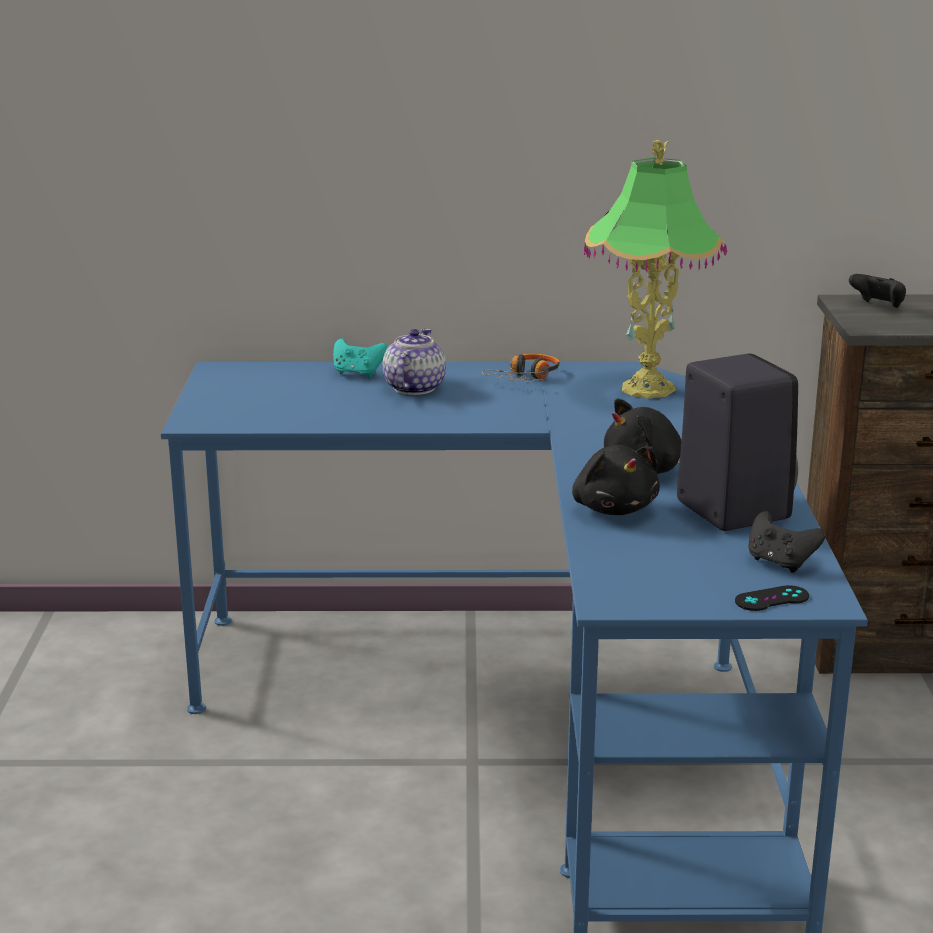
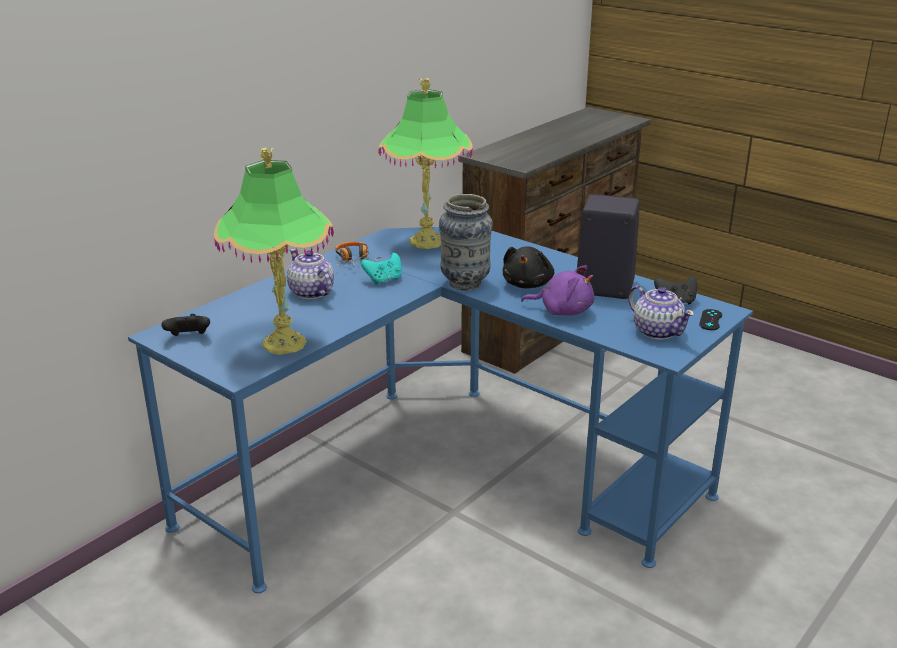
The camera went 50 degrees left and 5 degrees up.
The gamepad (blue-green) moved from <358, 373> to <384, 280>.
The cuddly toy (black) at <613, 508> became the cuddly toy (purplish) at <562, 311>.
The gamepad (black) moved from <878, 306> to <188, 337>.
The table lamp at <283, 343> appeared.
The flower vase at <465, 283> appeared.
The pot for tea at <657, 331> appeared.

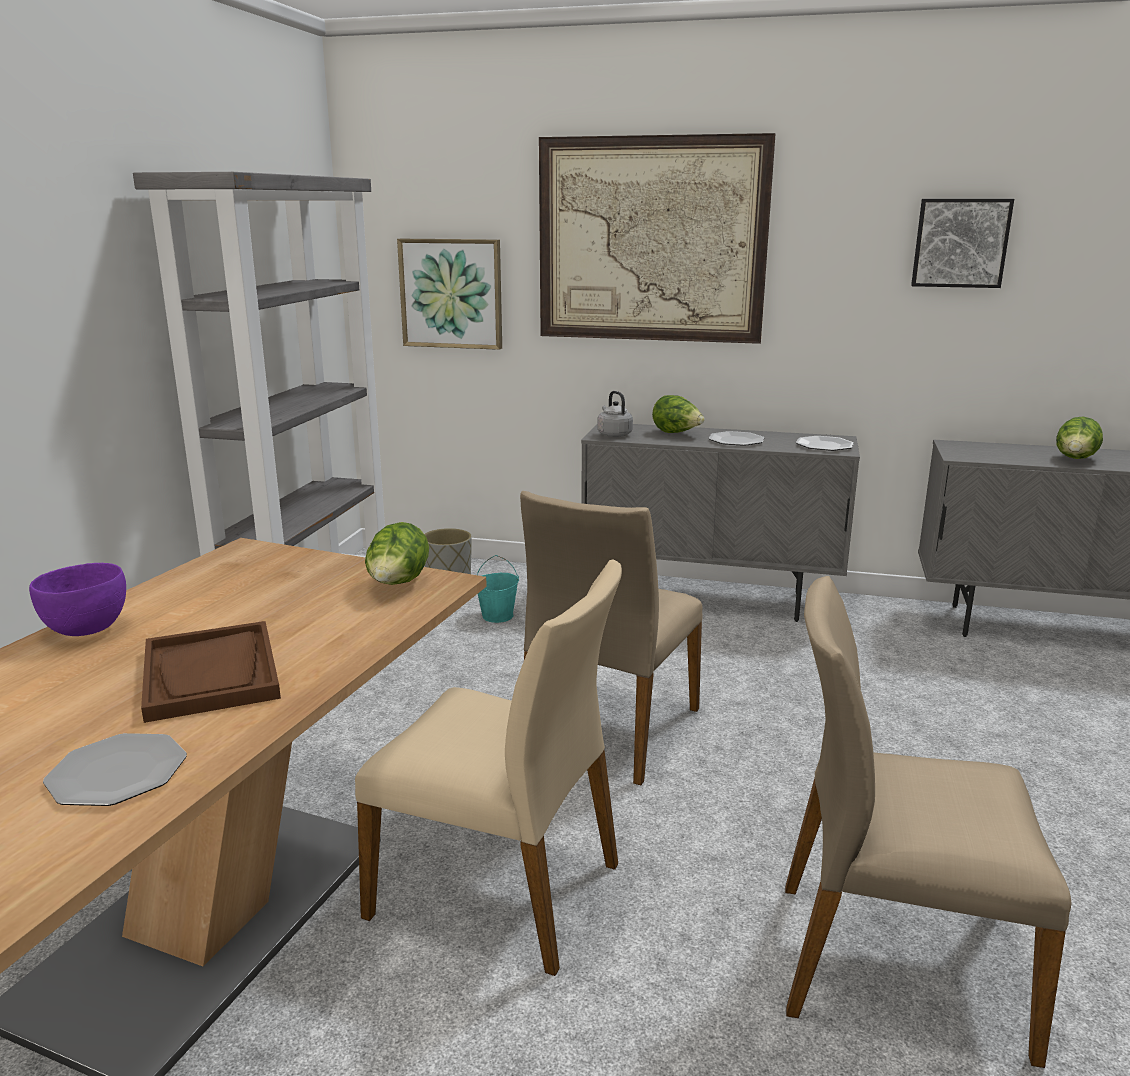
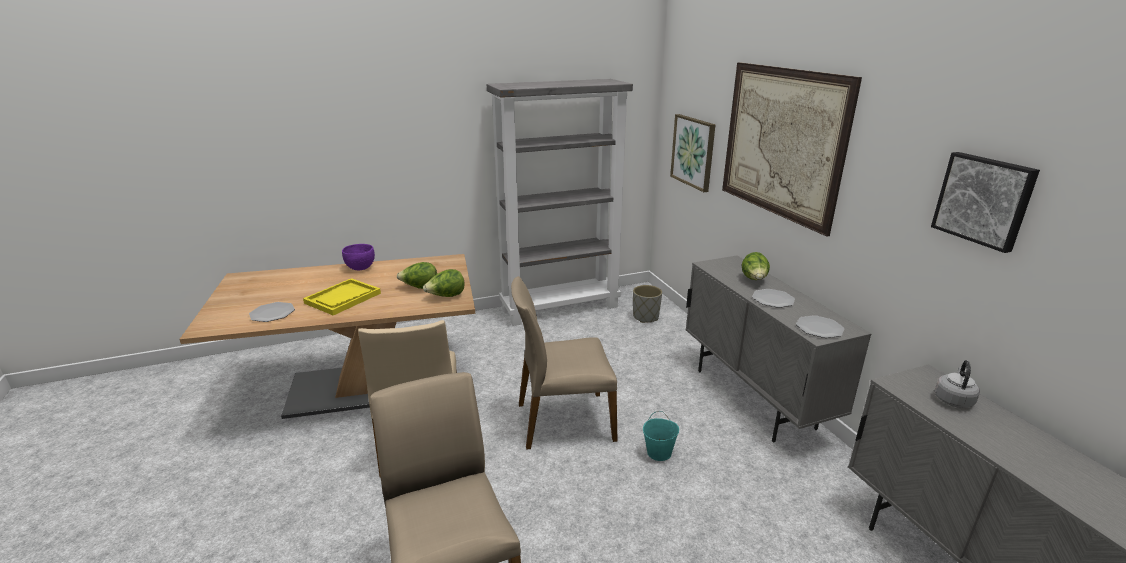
The camera went 55 degrees right and 5 degrees up.
The serving tray (brownish) at <211, 674> became the serving tray (yellow) at <343, 298>.
The bucket (blue-green) moved from <497, 616> to <659, 452>.
The kettle (grey) moved from <613, 434> to <953, 399>.
The lettuce moved from <1075, 460> to <420, 287>.

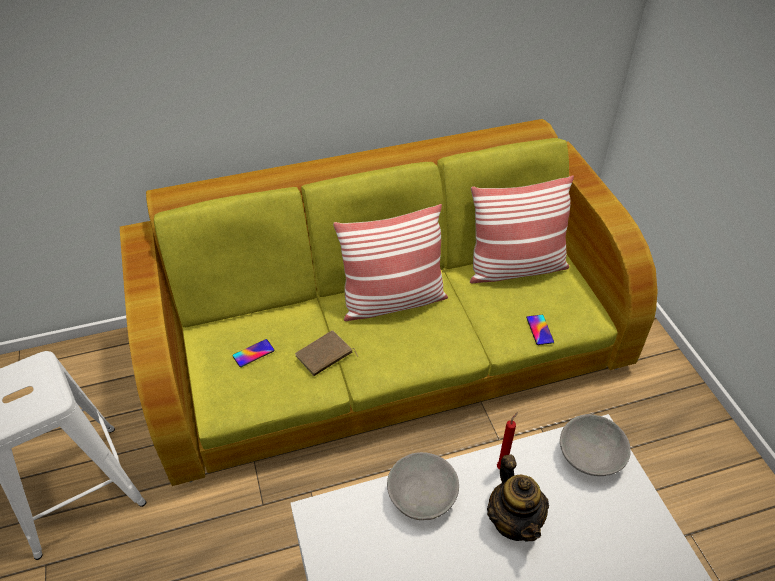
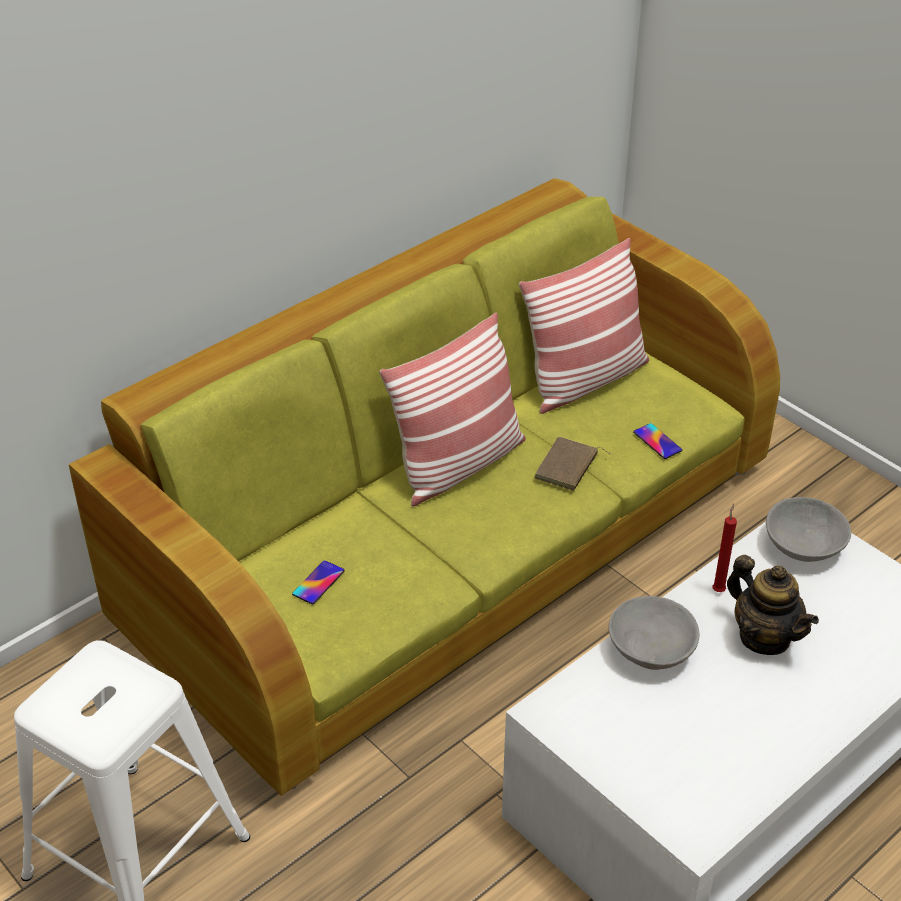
The camera went 25 degrees left and 5 degrees down.
The book (brownish) moved from <325, 356> to <568, 467>.

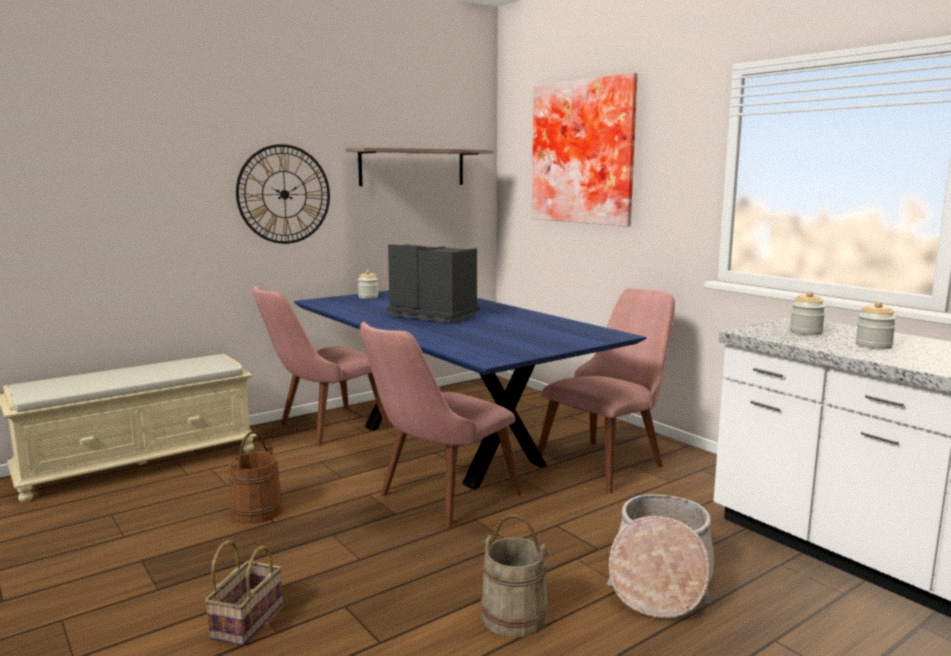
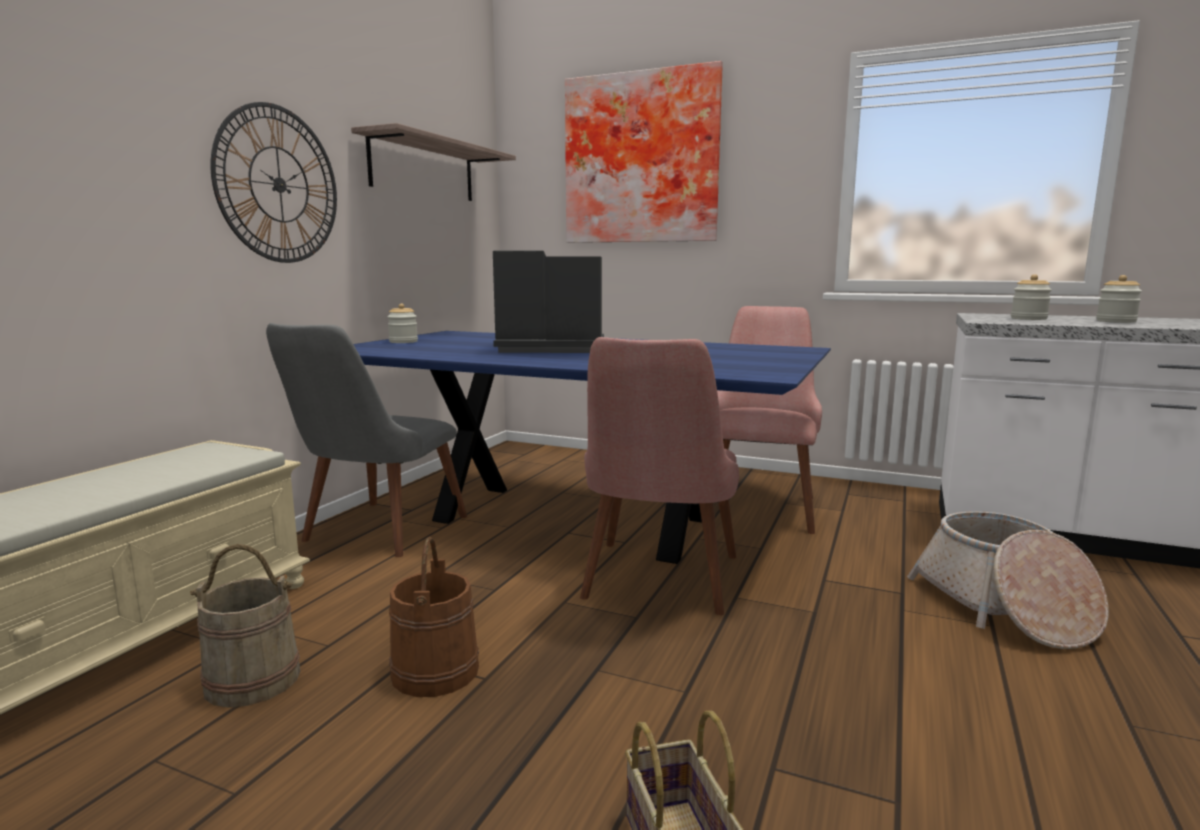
The camera went 30 degrees left and 0 degrees up.
The upright chair (pink) at <321, 429> became the upright chair (grey) at <374, 535>.
The bucket (sand-coloured) moved from <514, 616> to <252, 680>.

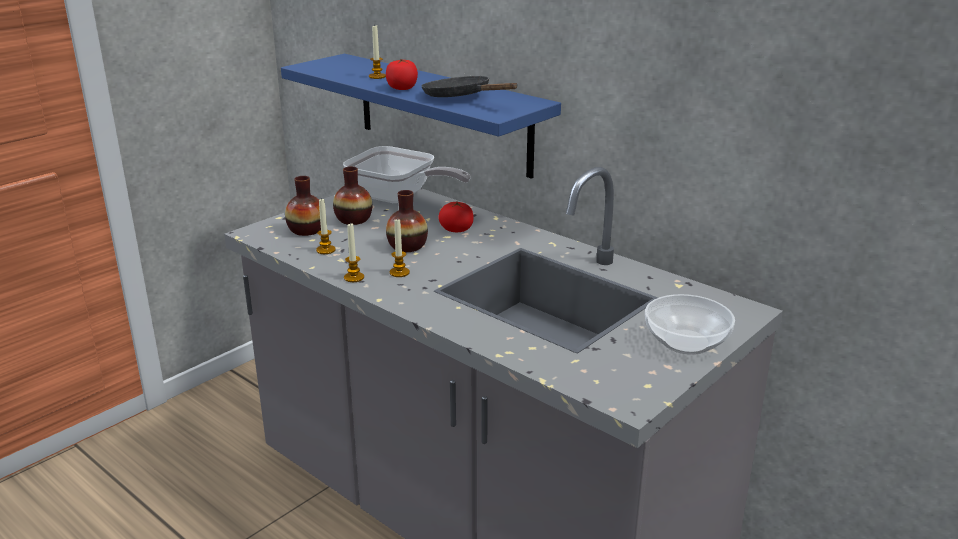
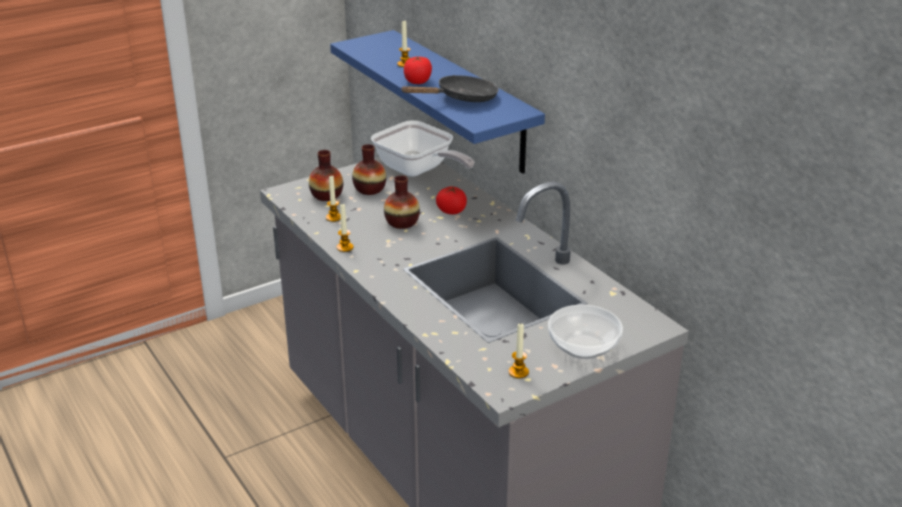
The camera went 15 degrees right and 5 degrees up.
The wax light moved from <399, 272> to <518, 372>.
The skillet (black) at <461, 97> turned 90 degrees clockwise.

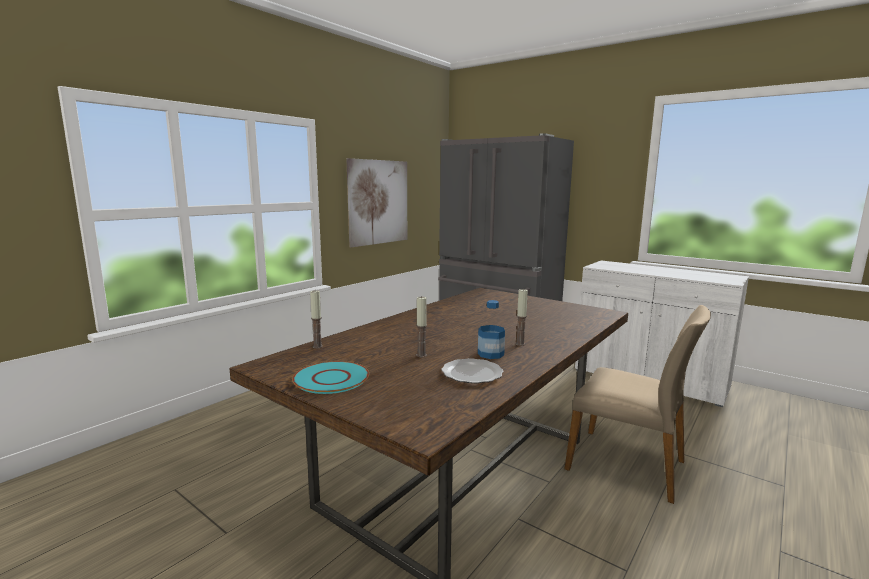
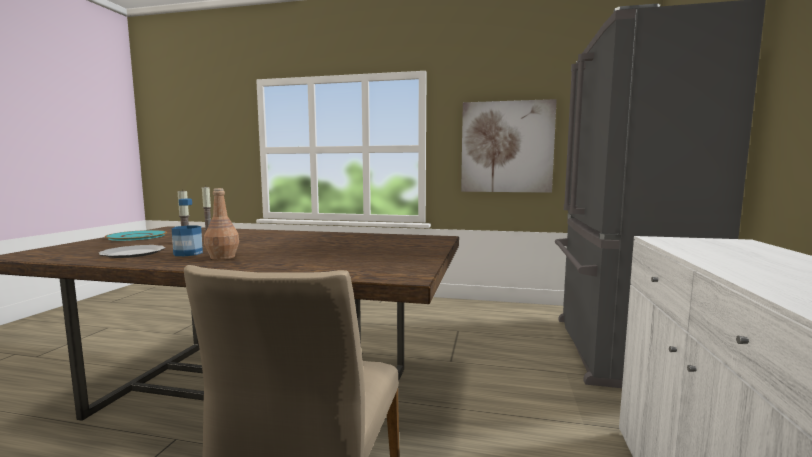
The camera went 65 degrees right and 5 degrees down.
The wax light at <520, 344> was replaced by the bottle (brownish) at <223, 257>.

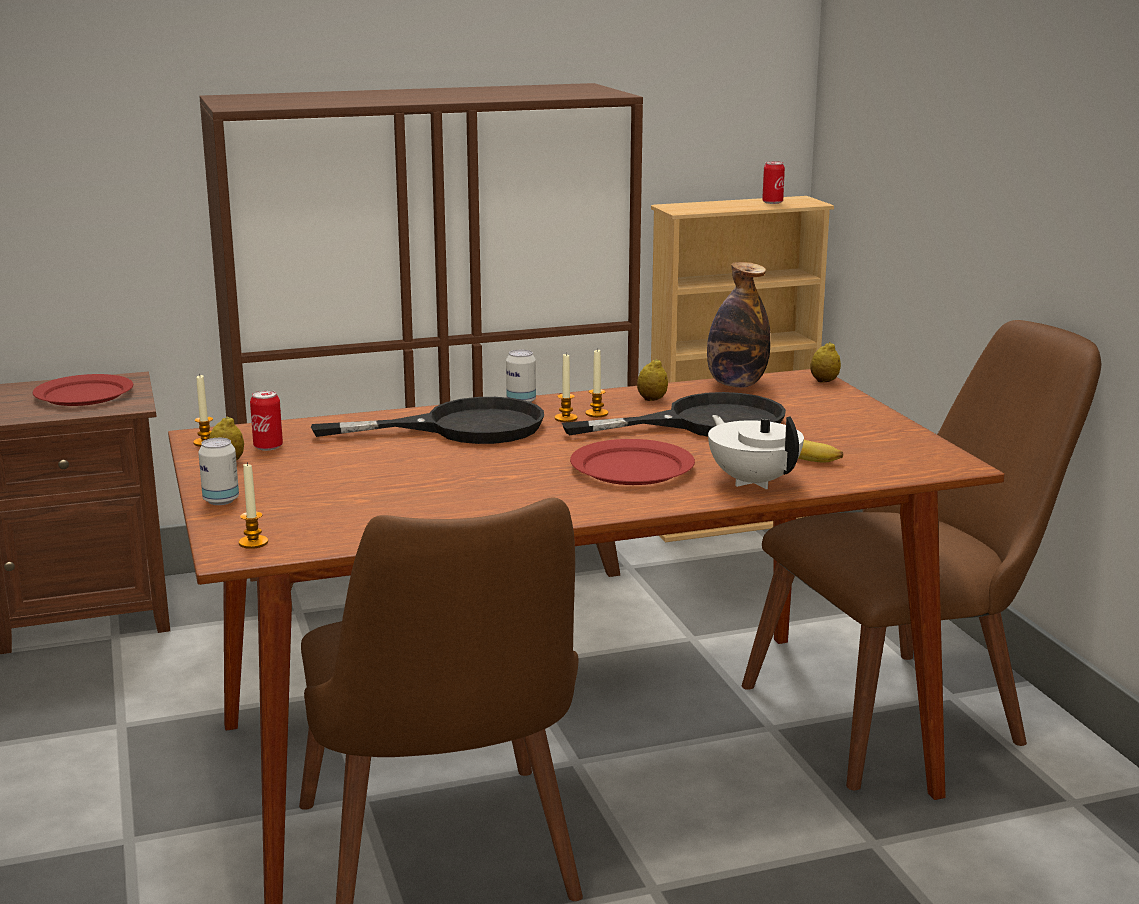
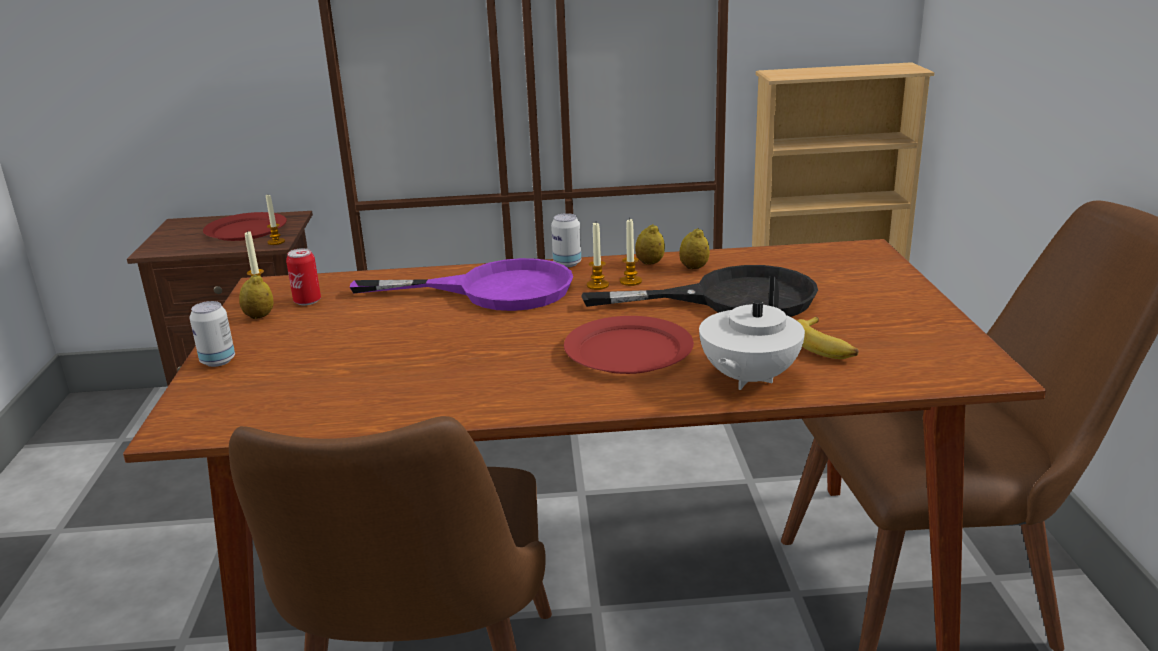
The camera went 15 degrees right and 5 degrees up.
The wax light moved from <253, 543> to <276, 242>.
The skillet (black) at <462, 428> became the skillet (purplish) at <494, 290>.
The bottle at <736, 384> disappeared.
The pot for tea (white-coloured) at <753, 481> turned 135 degrees counterclockwise.
The sealed can at <772, 202> disappeared.
The citrus fruit moved from <824, 381> to <650, 263>.

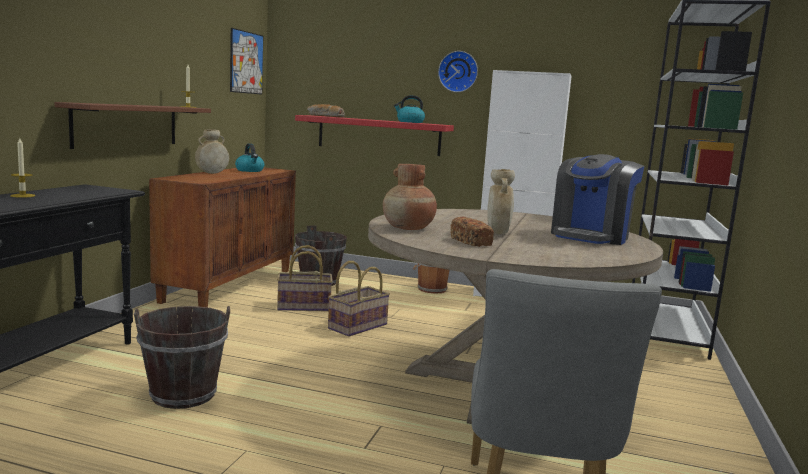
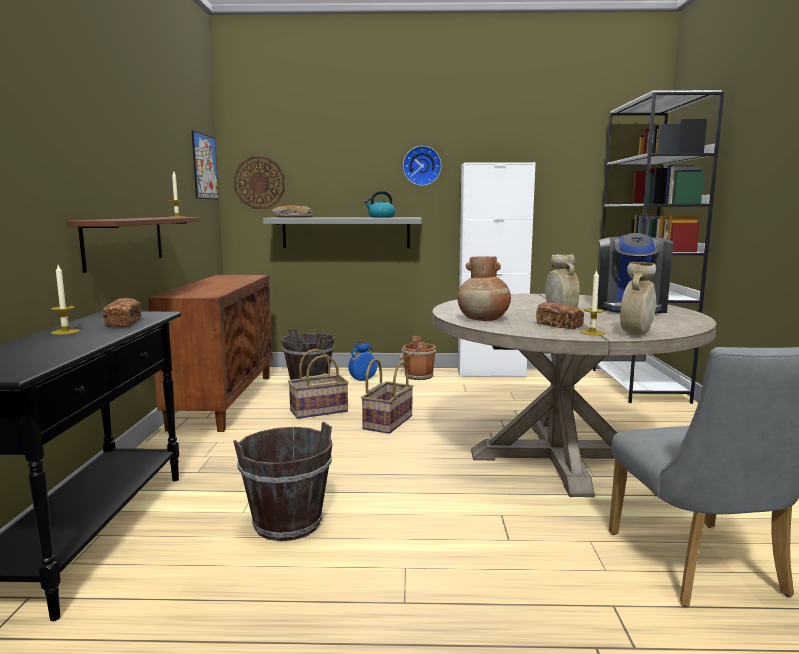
The camera went 15 degrees left and 0 degrees up.
The flower vase (sand-coloured) moved from <212, 173> to <636, 334>.
The kettle at <250, 170> disappeared.
The bracket shelf (red) at <378, 135> became the bracket shelf (grey) at <346, 232>.
The baked bread at <124, 323> appeared.
The clock on the wall at <259, 183> appeared.
The flower vase (blue-coloured) at <362, 380> appeared.
The wax light at <592, 333> appeared.

